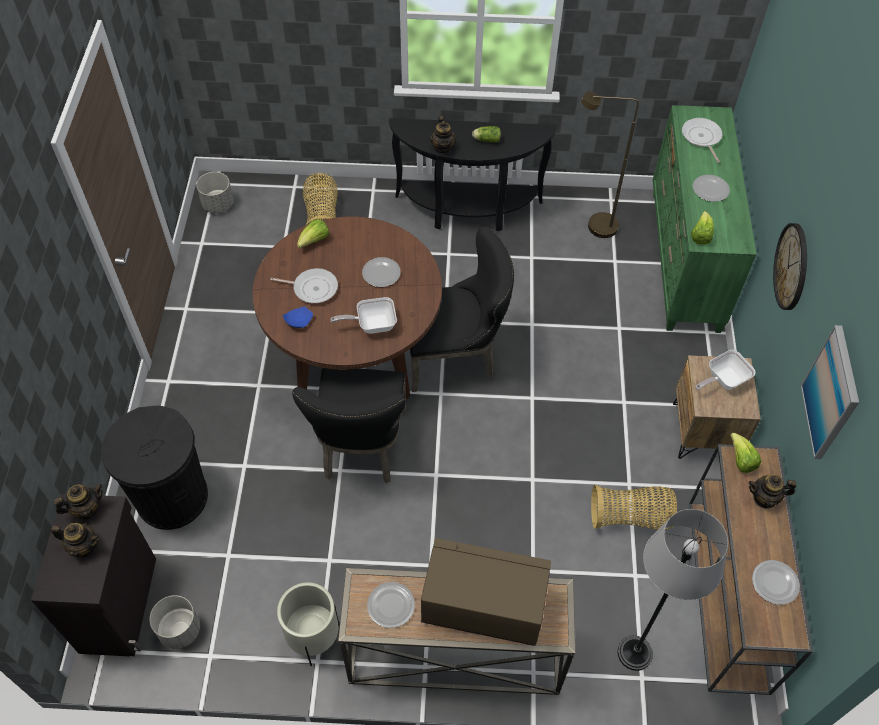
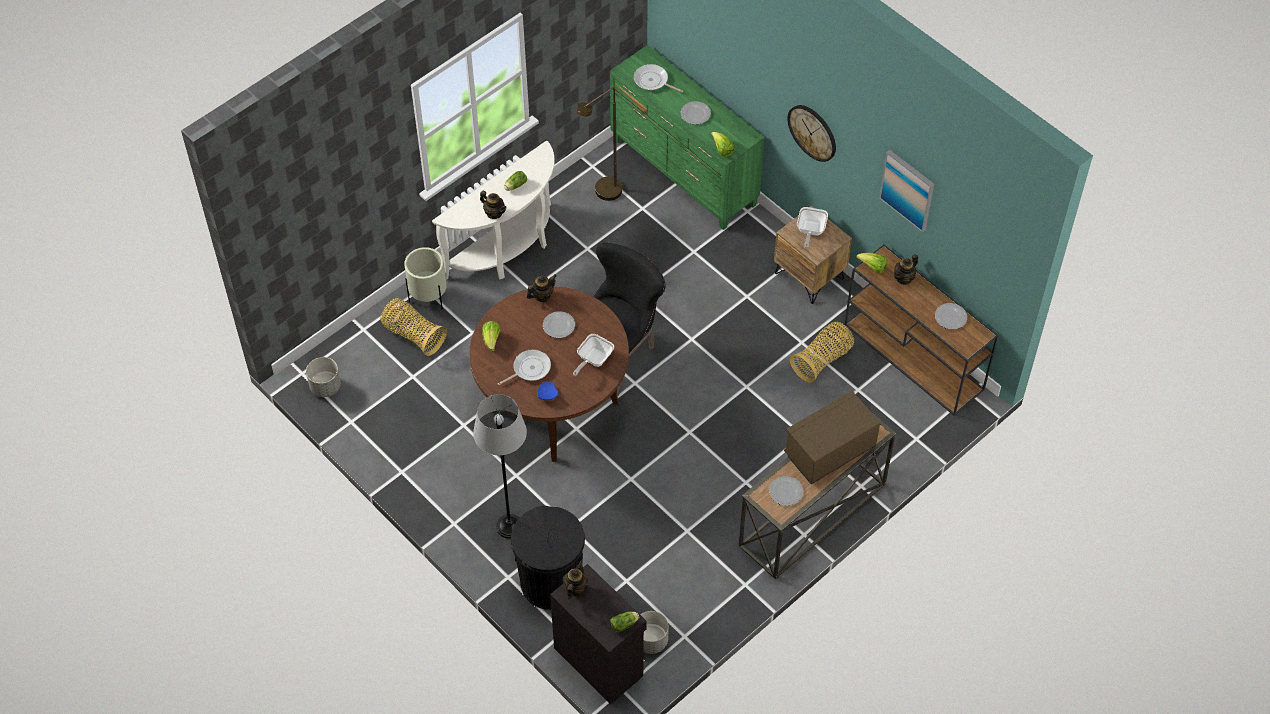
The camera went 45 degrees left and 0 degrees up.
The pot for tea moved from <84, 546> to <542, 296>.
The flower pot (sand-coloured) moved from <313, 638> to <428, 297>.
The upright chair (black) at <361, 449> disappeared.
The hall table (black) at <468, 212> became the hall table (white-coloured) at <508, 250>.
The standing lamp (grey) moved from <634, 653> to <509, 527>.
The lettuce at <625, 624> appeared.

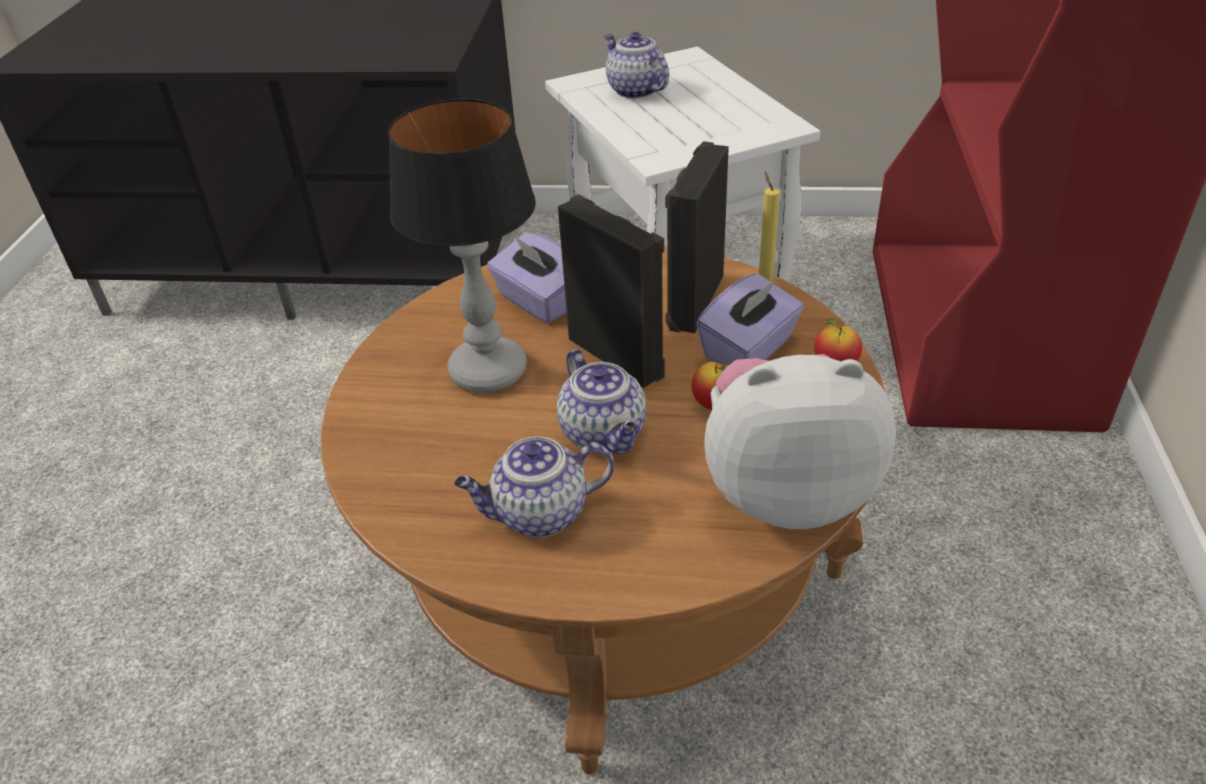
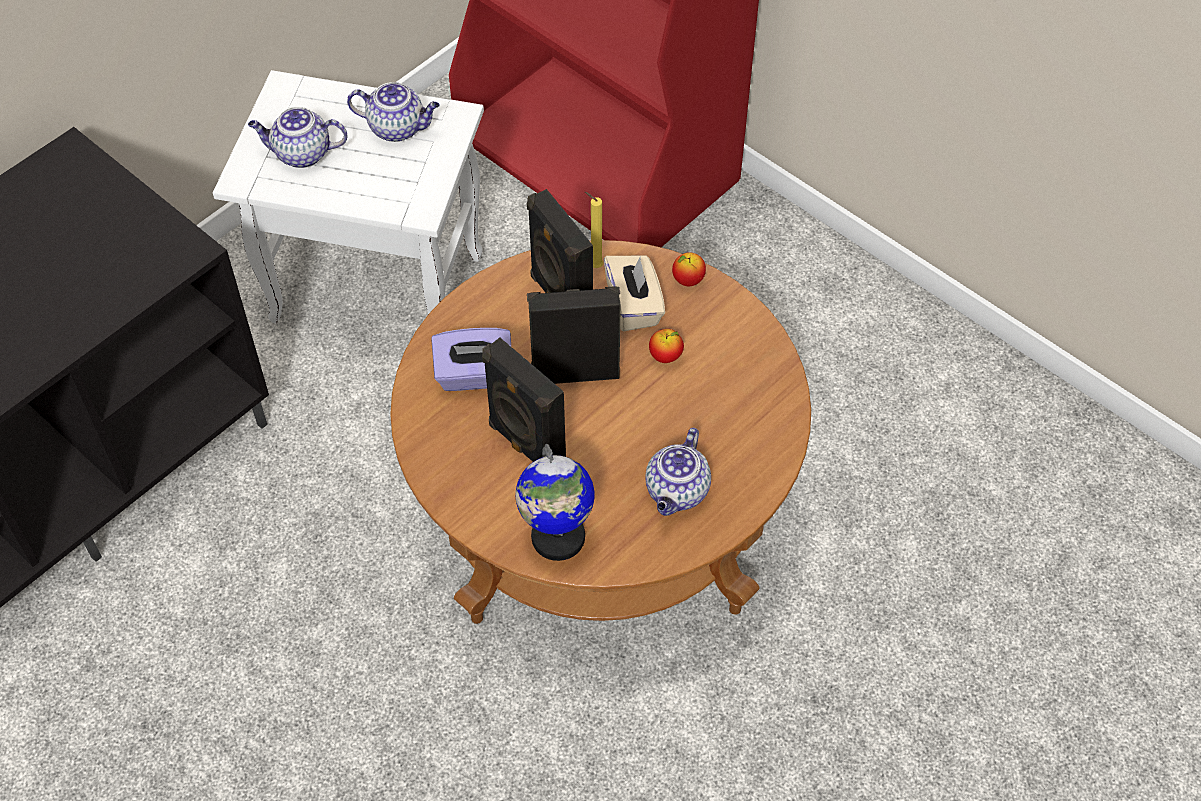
The camera went 55 degrees left and 15 degrees up.
The table lamp at <489, 372> was replaced by the loudspeaker (black) at <525, 445>.
The pot for tea moved from <605, 434> to <398, 128>.
The tissue box (purplish) at <749, 349> became the tissue box (sand-coloured) at <634, 306>.
The cuddly toy at <786, 491> disappeared.
The world globe at <557, 537> appeared.

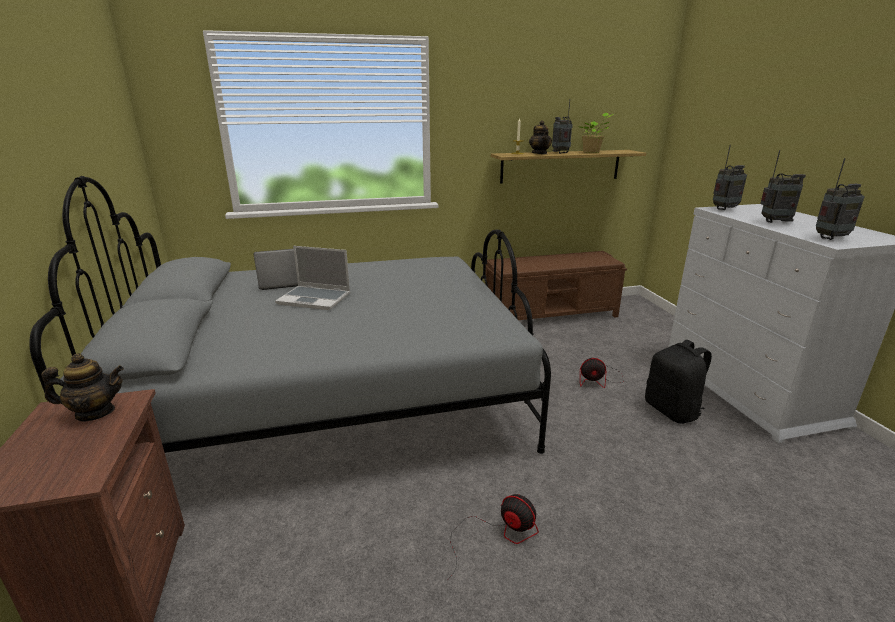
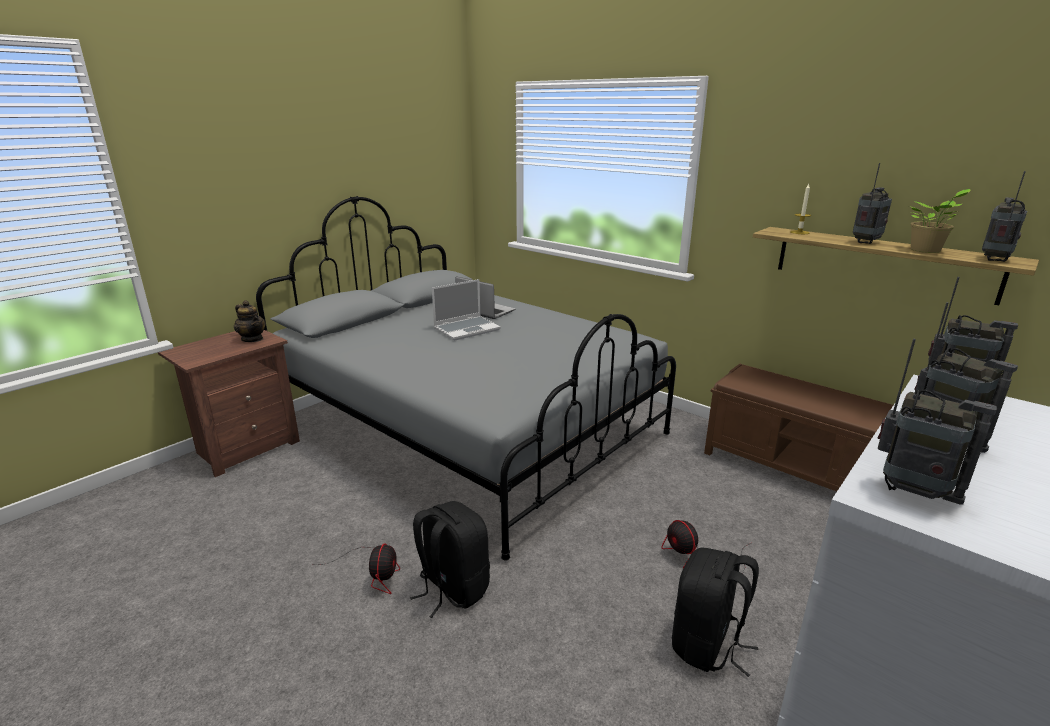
The camera went 55 degrees right and 0 degrees up.
The notebook computer at <315, 299> turned 105 degrees counterclockwise.
The pot for tea at <539, 153> disappeared.
The backpack (black) at <452, 589> appeared.
The radio receiver at <995, 259> appeared.

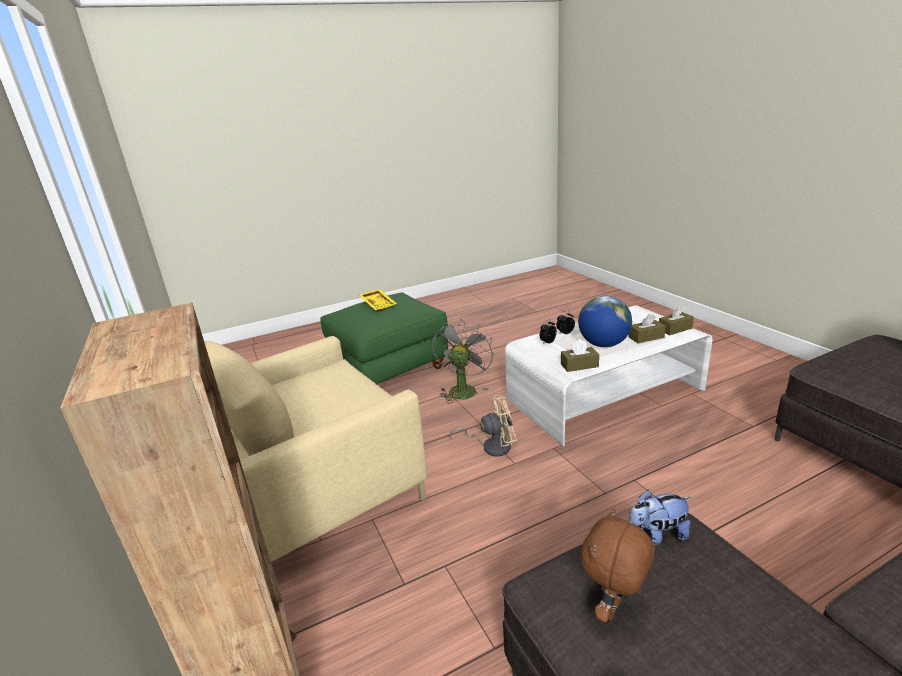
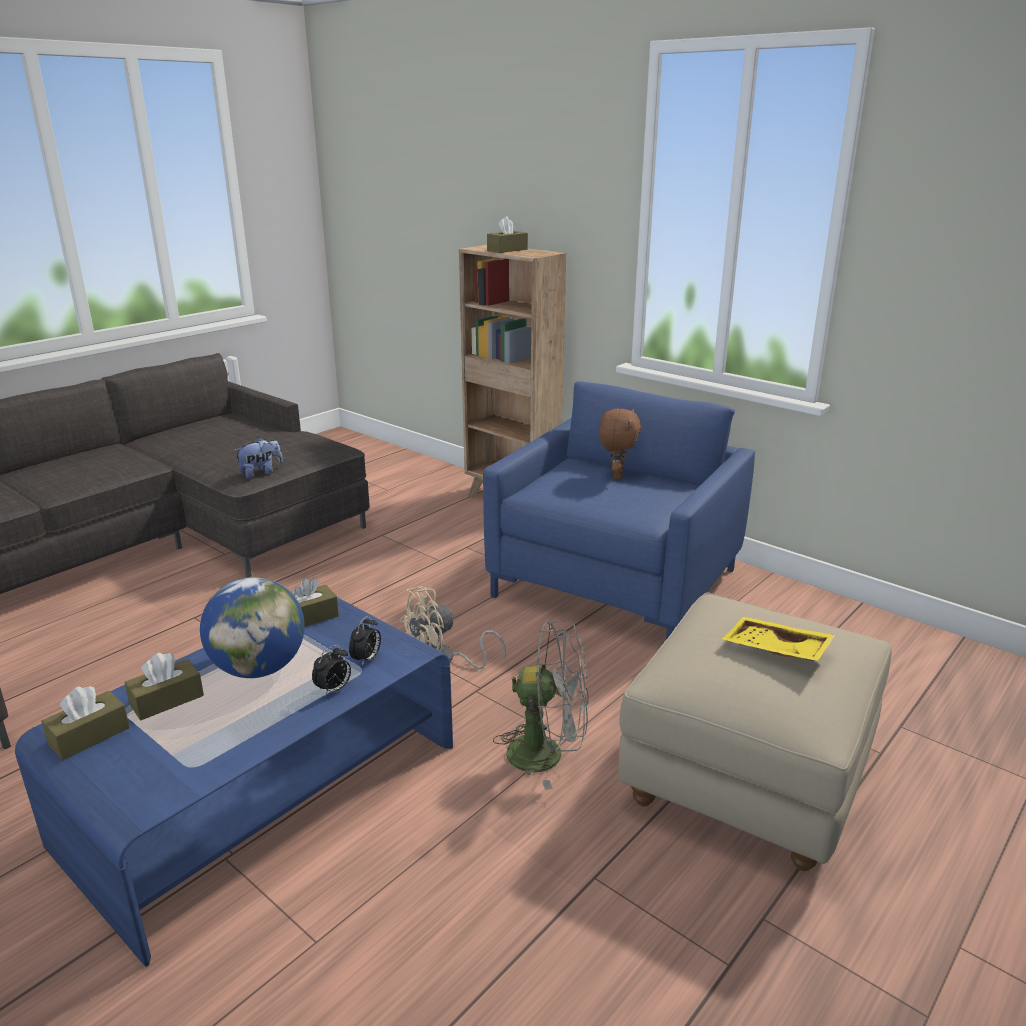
The camera went 155 degrees right and 0 degrees up.
The armchair (sand-coloured) at <317, 490> became the armchair (blue-coloured) at <615, 583>.
The footrest (green) at <389, 369> became the footrest (sand-coloured) at <747, 781>.
The fan (grey) at <463, 389> turned 75 degrees counterclockwise.
The low table (white-coloured) at <604, 394> became the low table (blue-coloured) at <263, 793>.
The cuddly toy (brownish) moved from <614, 609> to <616, 476>.
The tissue box (brownish) at <507, 250> appeared.

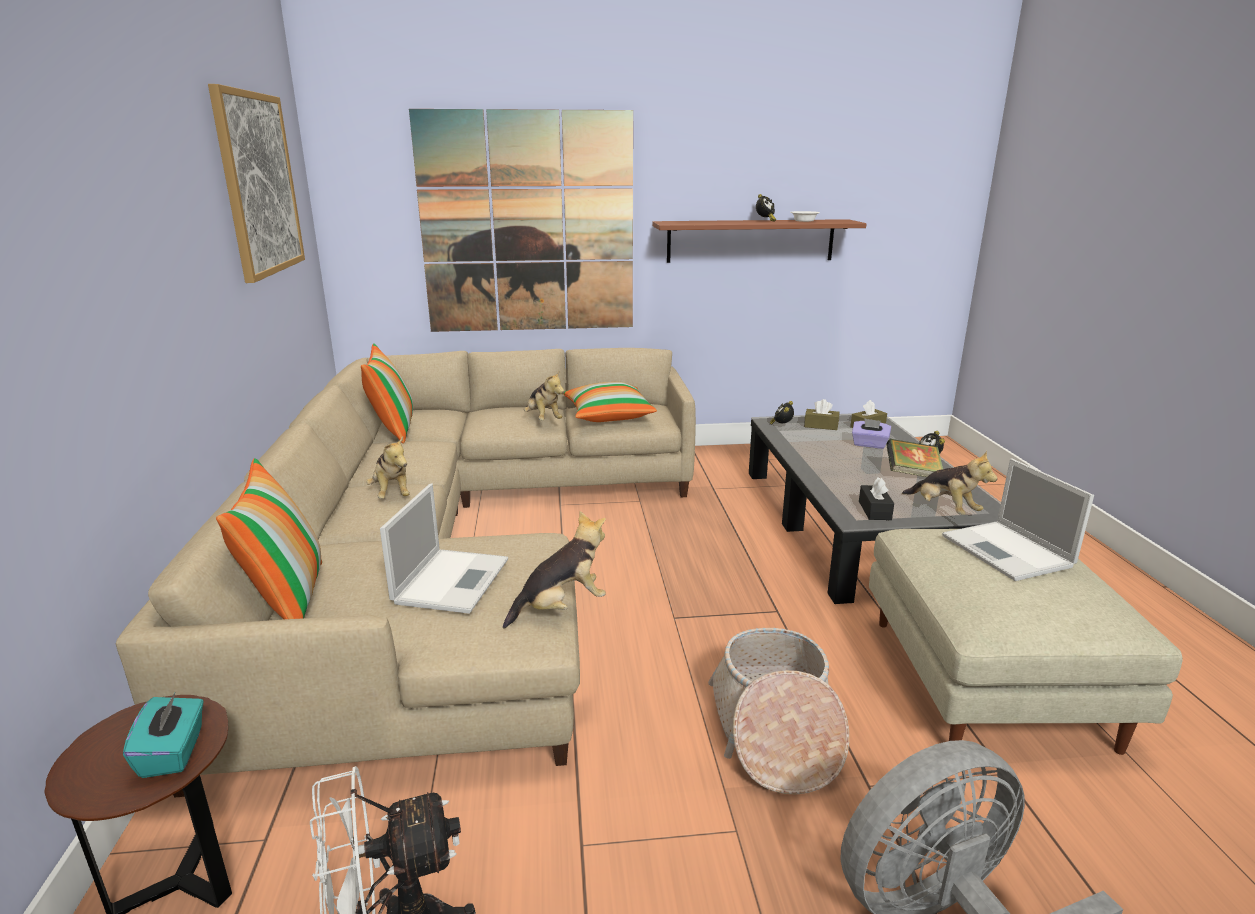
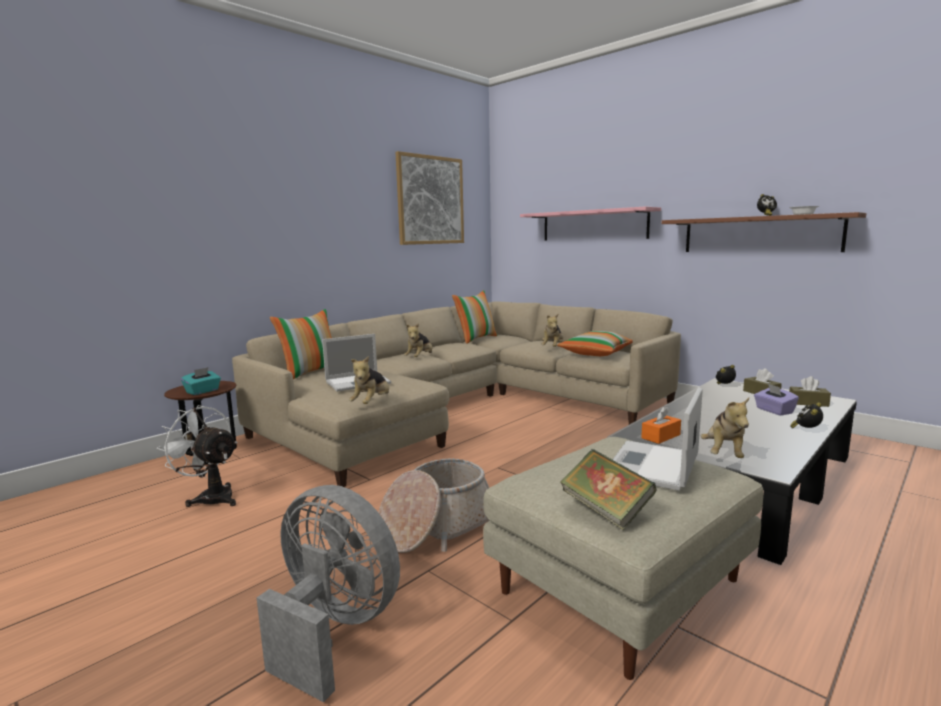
The camera went 50 degrees right and 10 degrees down.
The wall art at <528, 224> was replaced by the bracket shelf (pink) at <593, 225>.
The cuddly toy at <561, 607> turned 90 degrees clockwise.
The tissue box (black) at <874, 510> became the tissue box (orange) at <660, 436>.
The book moved from <912, 474> to <606, 510>.

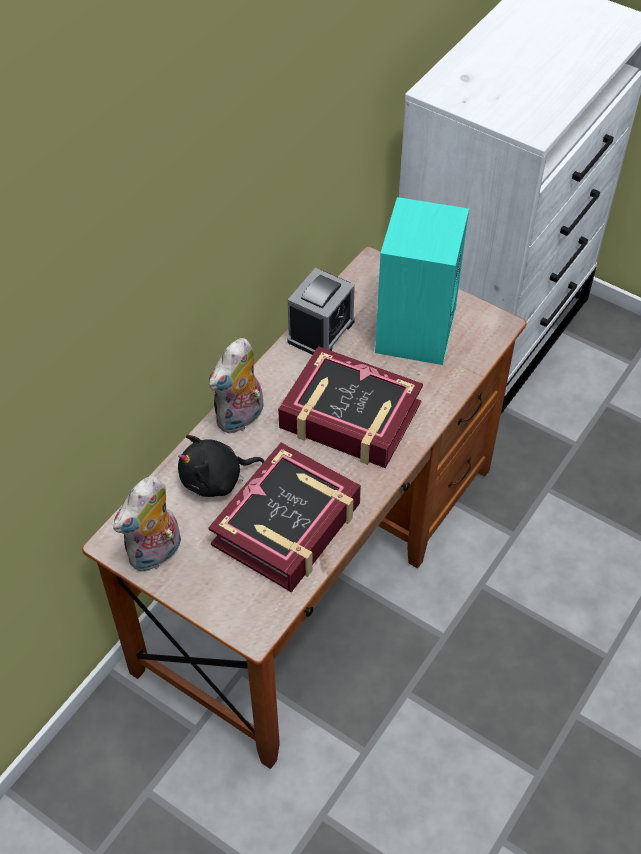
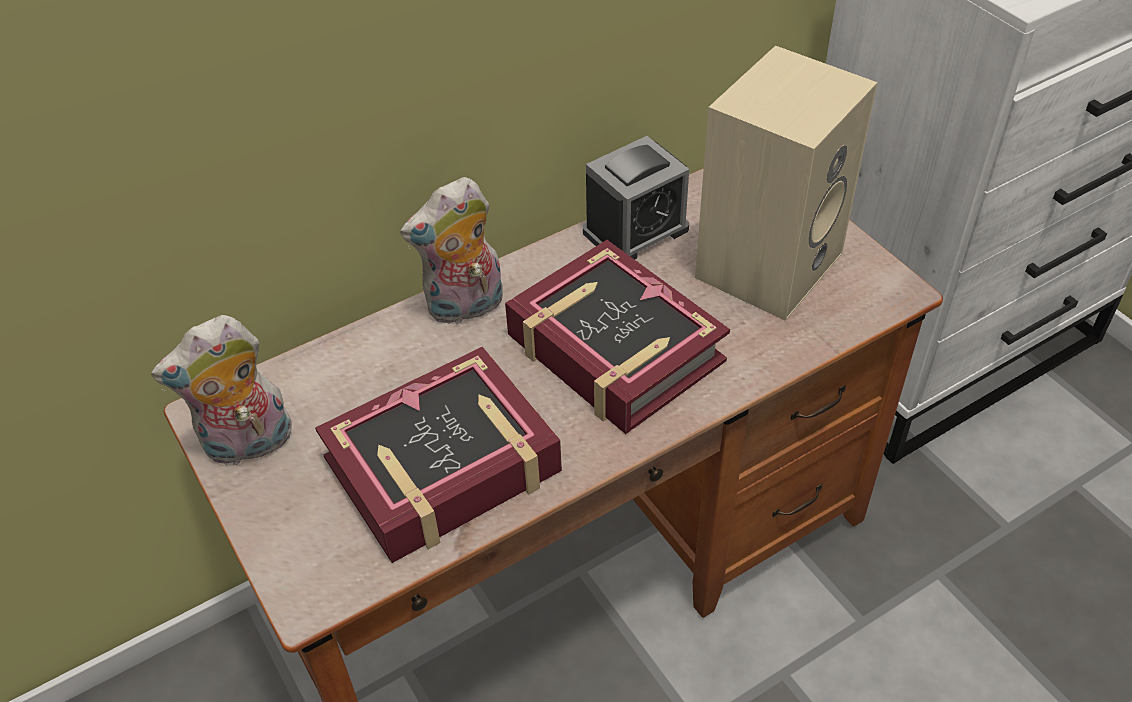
The camera went 25 degrees right and 5 degrees down.
The cuddly toy (black) at <216, 479> disappeared.
The loudspeaker (blue-green) at <414, 328> became the loudspeaker (sand-coloured) at <768, 262>.

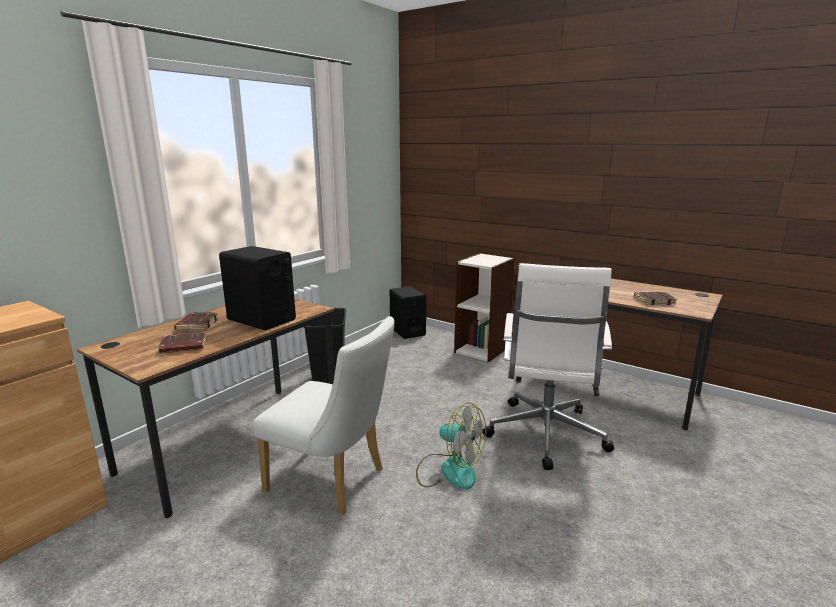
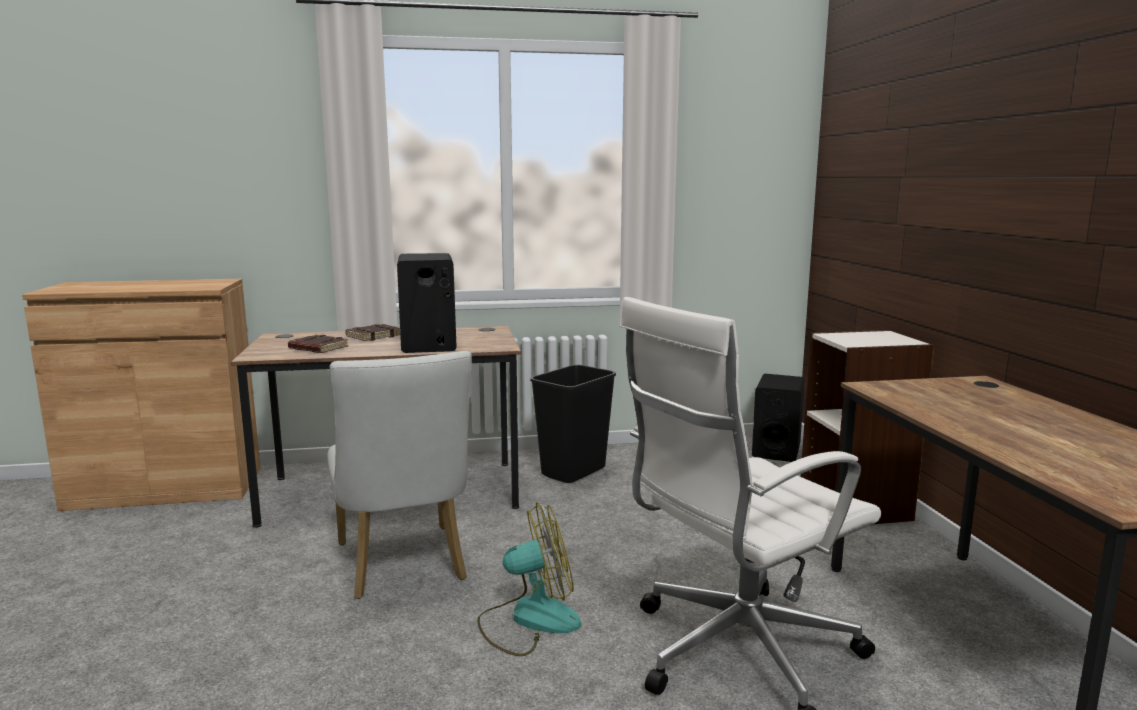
The camera went 45 degrees right and 5 degrees down.
The fan at <449, 470> turned 90 degrees counterclockwise.
The book (brownish) at <654, 301> disappeared.

